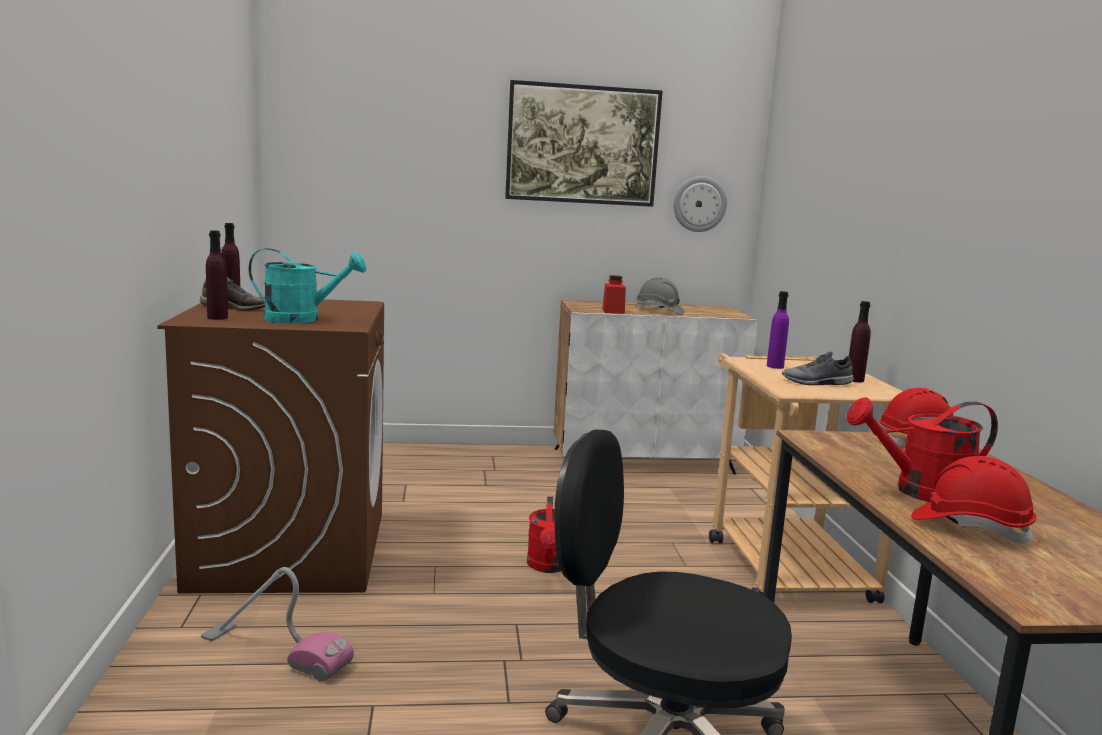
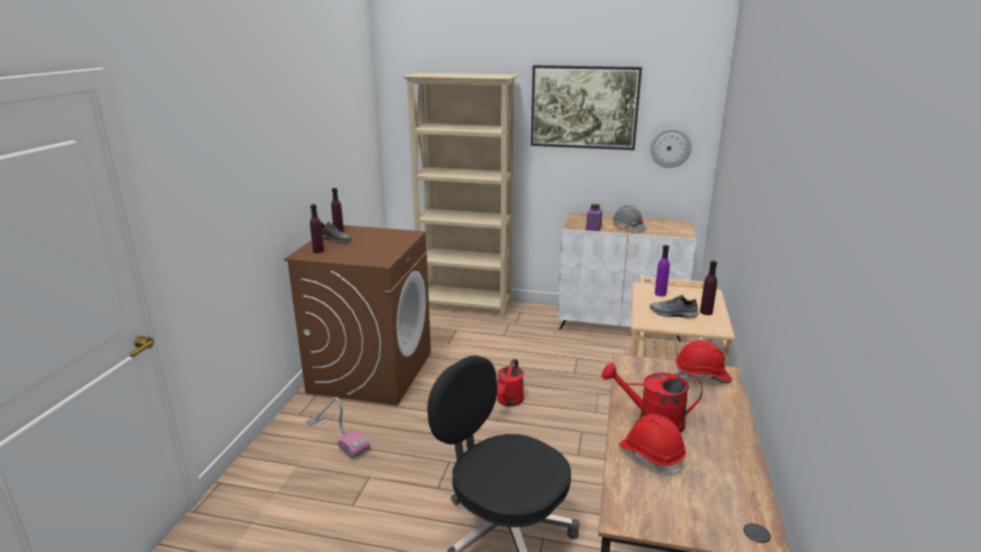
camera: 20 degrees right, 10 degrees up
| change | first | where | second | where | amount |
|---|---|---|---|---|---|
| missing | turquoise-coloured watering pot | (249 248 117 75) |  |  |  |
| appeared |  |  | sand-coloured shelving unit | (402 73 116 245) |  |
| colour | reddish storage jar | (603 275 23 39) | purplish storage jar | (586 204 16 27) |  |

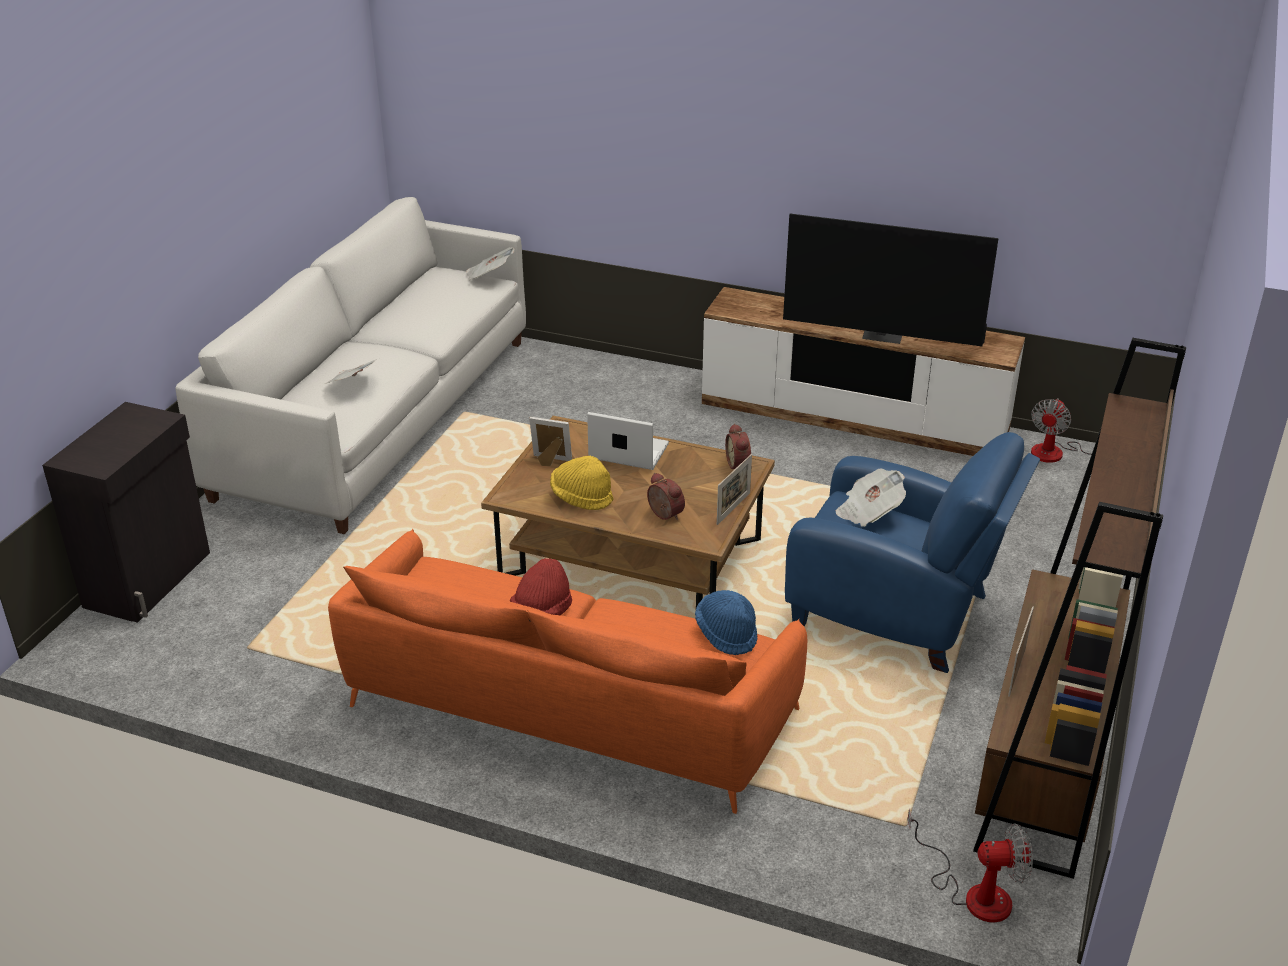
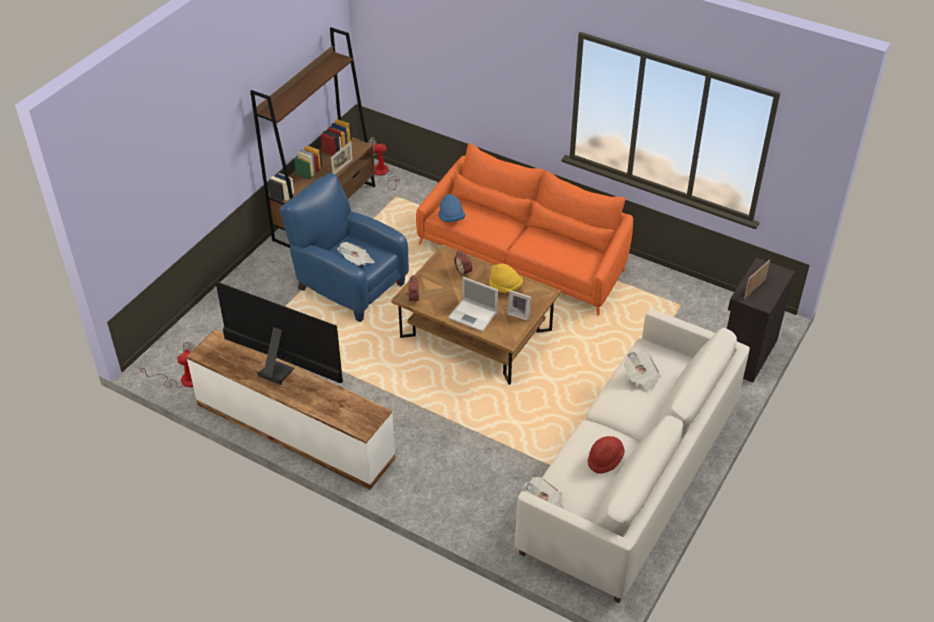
camera: 170 degrees left, 10 degrees up
| change | first | where | second | where | amount |
|---|---|---|---|---|---|
| relocated | reddish clothing hat | (510 558 62 57) |  | (588 436 37 38) |  |
| relocated | picture frame | (717 454 35 71) |  | (744 260 26 38) |  |

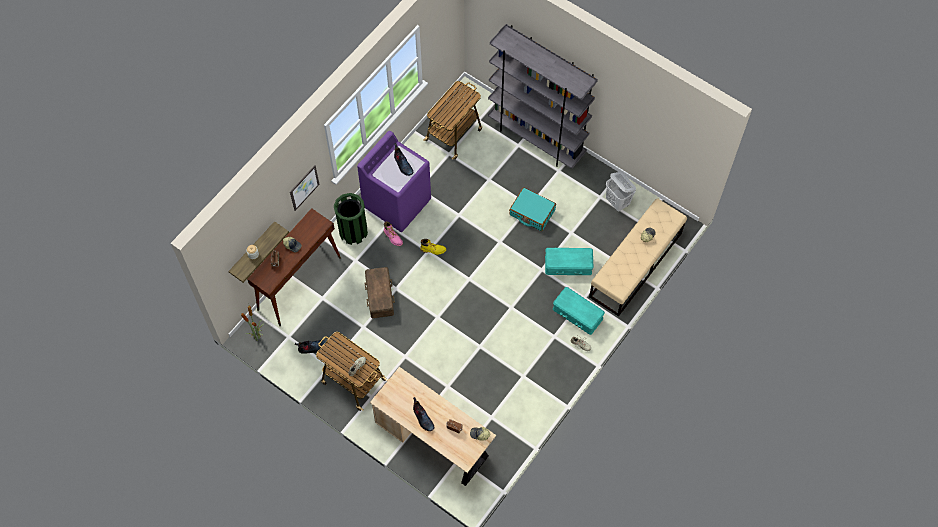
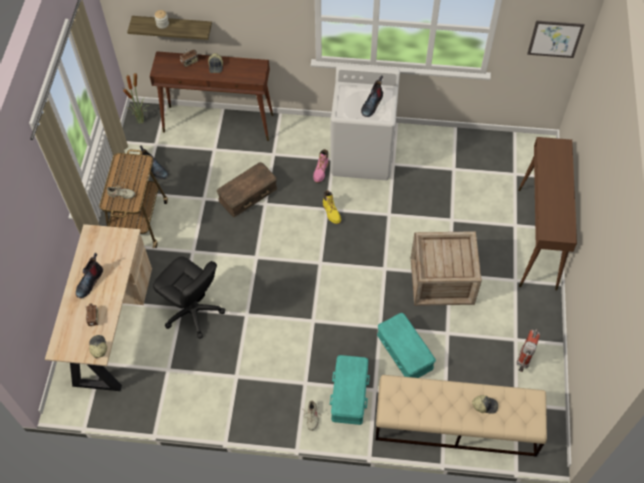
camera: 60 degrees right, 5 degrees down
| change | first | where | second | where | amount |
|---|---|---|---|---|---|
| missing | green waste bin | (334 193 34 52) |  |  |  |
| missing | wheeled cart | (423 81 59 79) |  |  |  |
| appeared |  |  | black-coloured computer chair | (153 256 72 83) |  |
| relocated | wall picture | (290 165 30 46) |  | (527 21 58 37) |  |
| exchanged | gray shelving unit | (488 24 110 145) | brownish narrow table | (518 137 59 154) |  |
| exchanged | turquoise-coloured piece of luggage | (509 187 47 44) | packing crate | (411 231 71 75) |  |
| exchanged | whitish washing basket | (606 172 30 40) | fire extinguisher | (517 329 23 43) |  |
| colour | purplish washing machine | (357 131 74 101) | whitish washing machine | (330 64 70 116) |  |

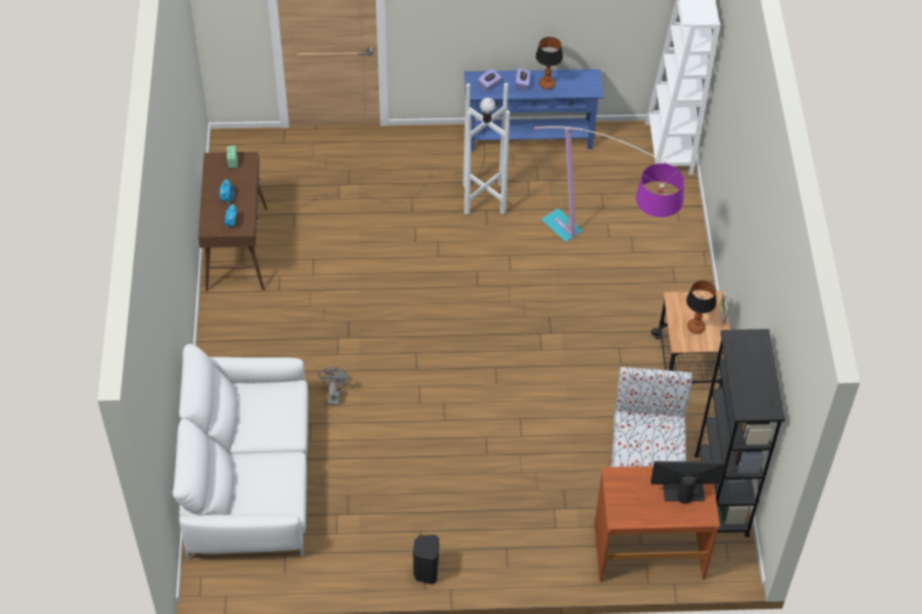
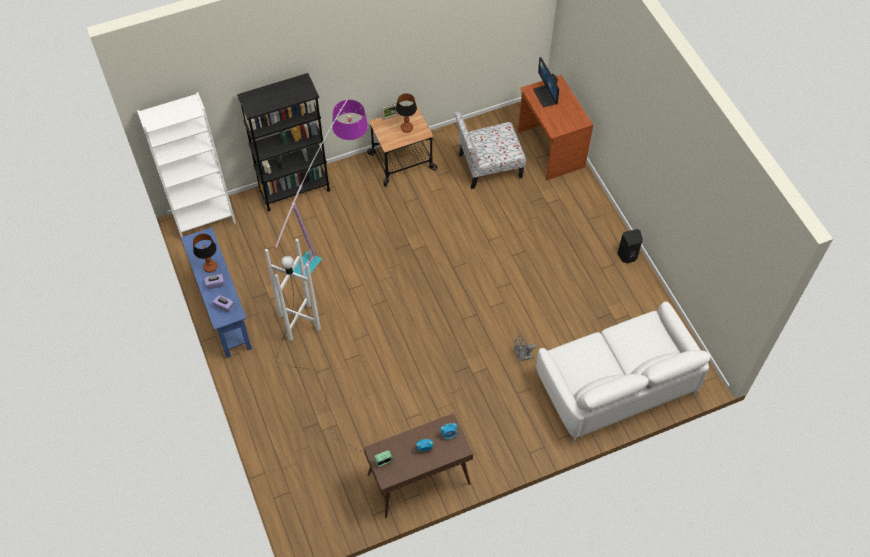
camera: 110 degrees left, 5 degrees up
| change | first | where | second | where | amount |
|---|---|---|---|---|---|
| relocated | black-coloured shelving unit | (694 329 91 208) |  | (237 73 93 138) |  |

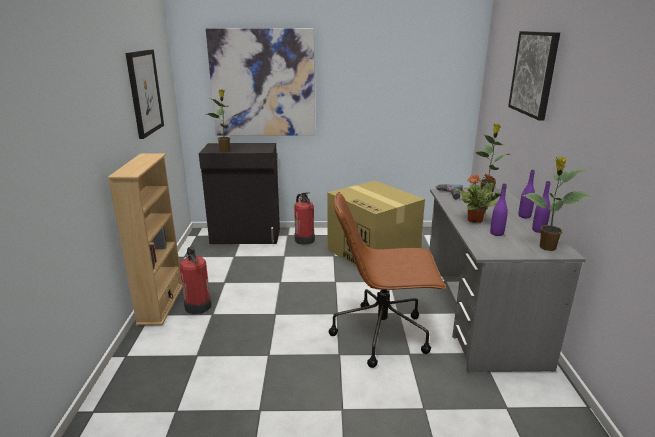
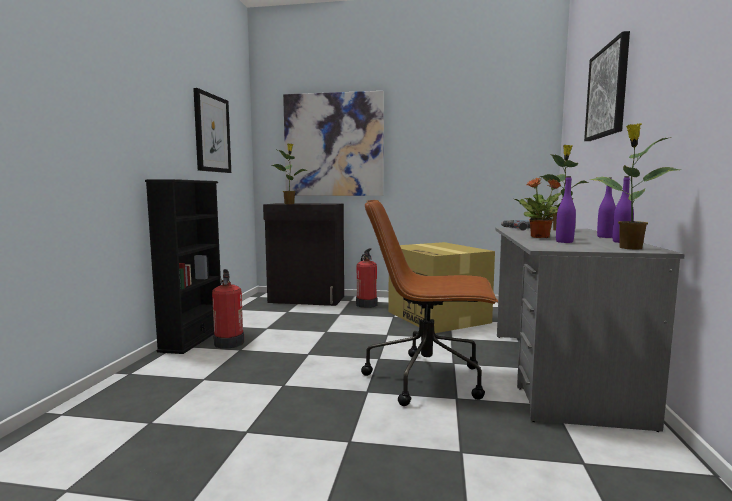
camera: 10 degrees right, 15 degrees down
| change | first | where | second | where | amount |
|---|---|---|---|---|---|
| colour | sand-coloured shelving unit | (107 153 75 173) | black-coloured shelving unit | (145 179 76 175) |  |

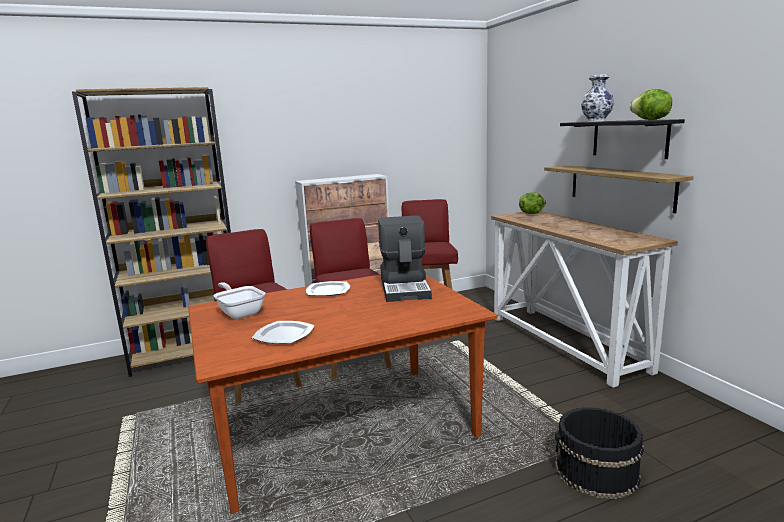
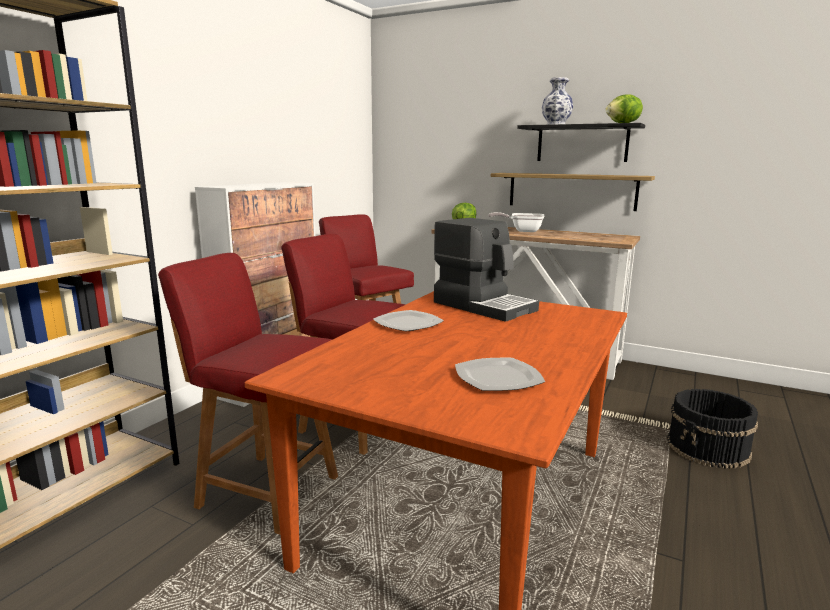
camera: 40 degrees left, 0 degrees up
| change | first | where | second | where | amount |
|---|---|---|---|---|---|
| relocated | skillet | (213 282 52 37) |  | (488 212 57 20) |  |

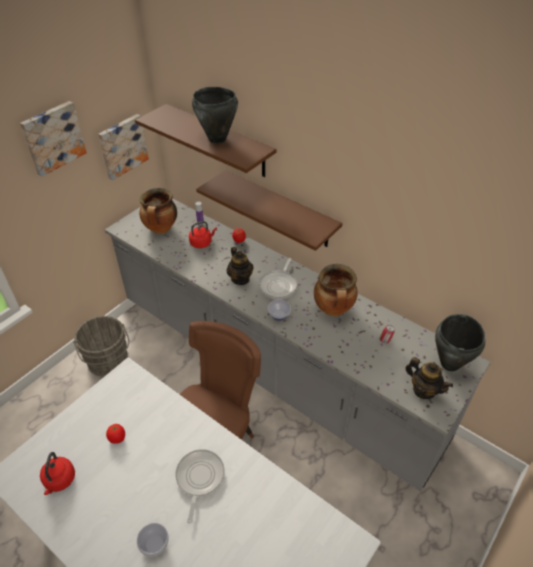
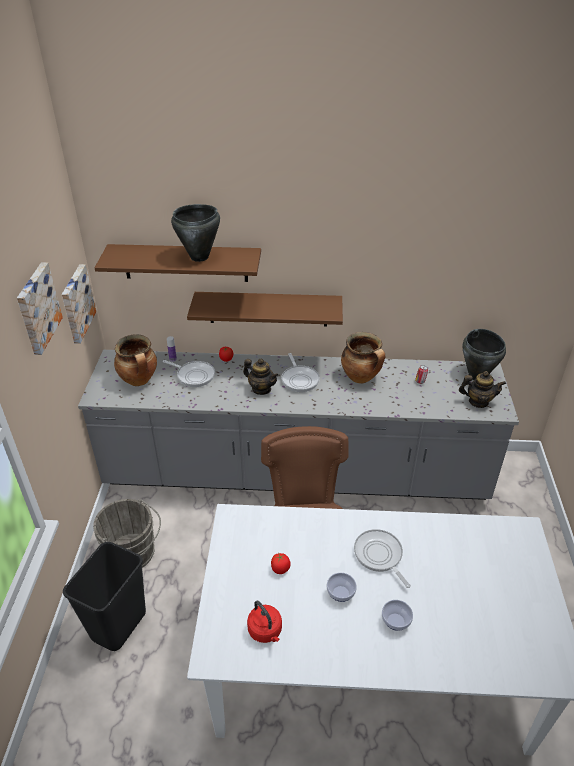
camera: 35 degrees left, 5 degrees down
| change | first | where | second | where | amount |
|---|---|---|---|---|---|
| appeared |  |  | black-coloured waste bin | (63 542 83 109) |  |
| relocated | serving bowl | (268 299 23 22) |  | (327 573 30 29) |  |
| exchanged | reddish water kettle | (189 221 28 27) | skillet | (163 360 52 27) |  |

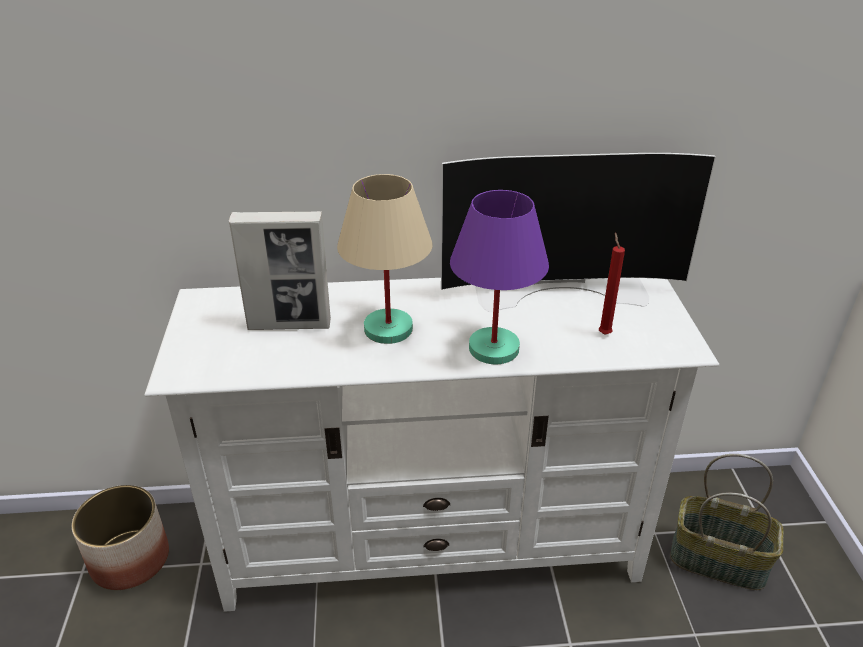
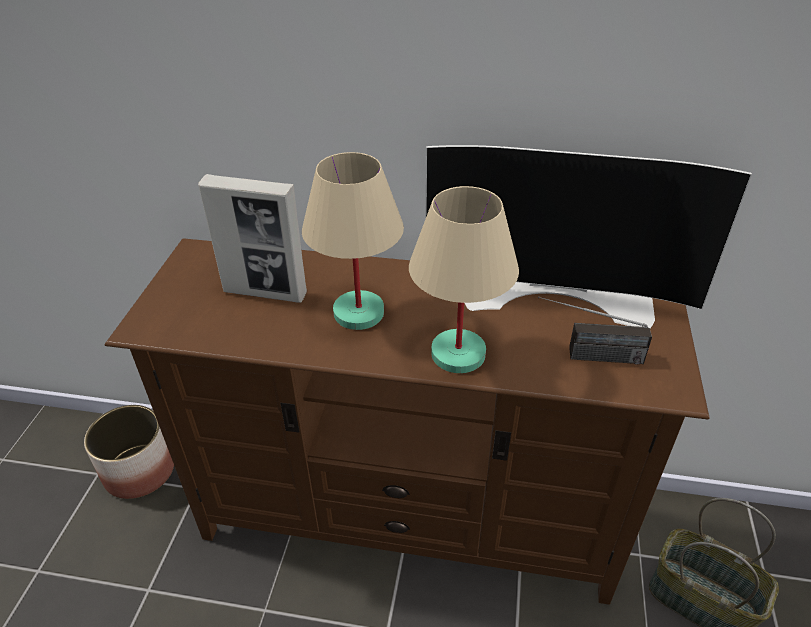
camera: 15 degrees right, 5 degrees up
| change | first | where | second | where | amount |
|---|---|---|---|---|---|
| exchanged | reddish candle | (599 233 26 102) | radio | (538 296 114 69) |  |
| colour | whitish tv unit | (144 278 575 334) | brownish tv unit | (105 238 605 367) |  |
| colour | purplish tabletop lamp | (450 190 99 174) | sand-coloured tabletop lamp | (409 186 110 187) |  |

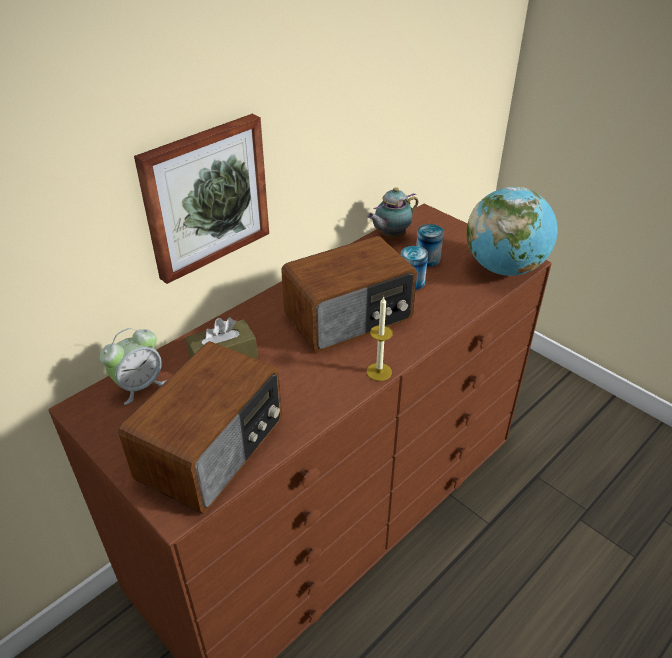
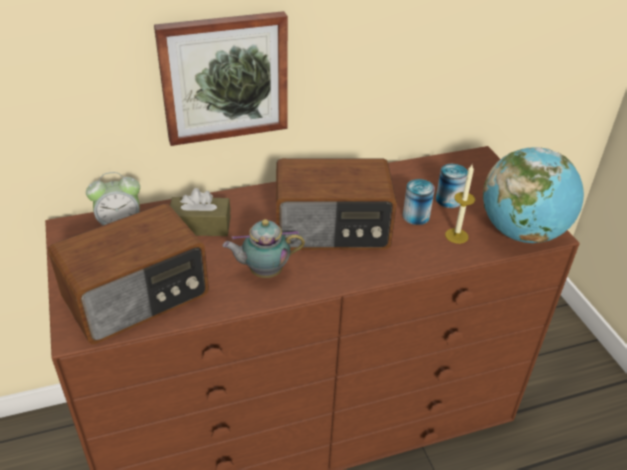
camera: 25 degrees right, 0 degrees up
| change | first | where | second | where | amount |
|---|---|---|---|---|---|
| relocated | teapot | (367 187 51 50) |  | (223 219 82 59) |  |
| relocated | candle | (367 296 26 85) |  | (445 165 30 79) |  |

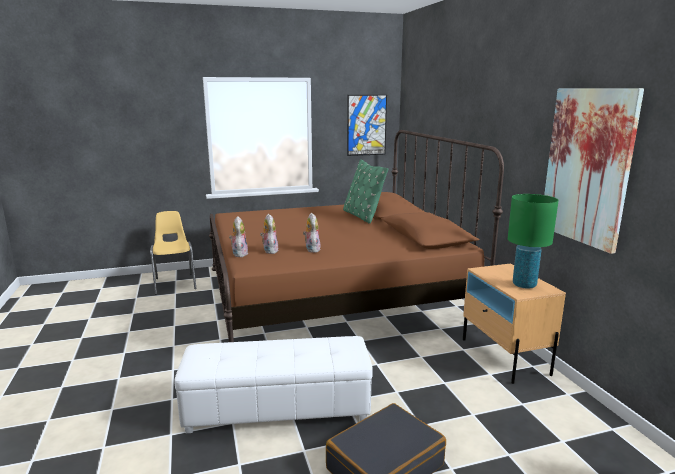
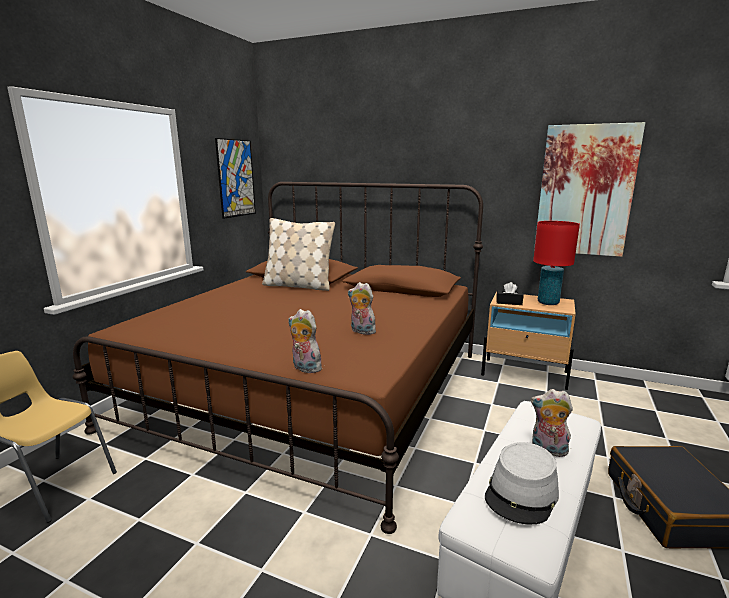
camera: 50 degrees left, 0 degrees up
| change | first | where | second | where | amount |
|---|---|---|---|---|---|
| appeared |  |  | gray clothing hat | (485 442 74 82) |  |
| appeared |  |  | black-coloured tissue holder | (496 282 28 23) |  |
| relocated | plush toy | (260 213 18 41) |  | (531 389 42 68) |  |
| colour | green throw pillow | (343 159 45 65) | sand-coloured throw pillow | (262 218 73 73) |  |
| colour | green tabletop lamp | (508 194 51 95) | reddish tabletop lamp | (533 221 47 84) |  |

